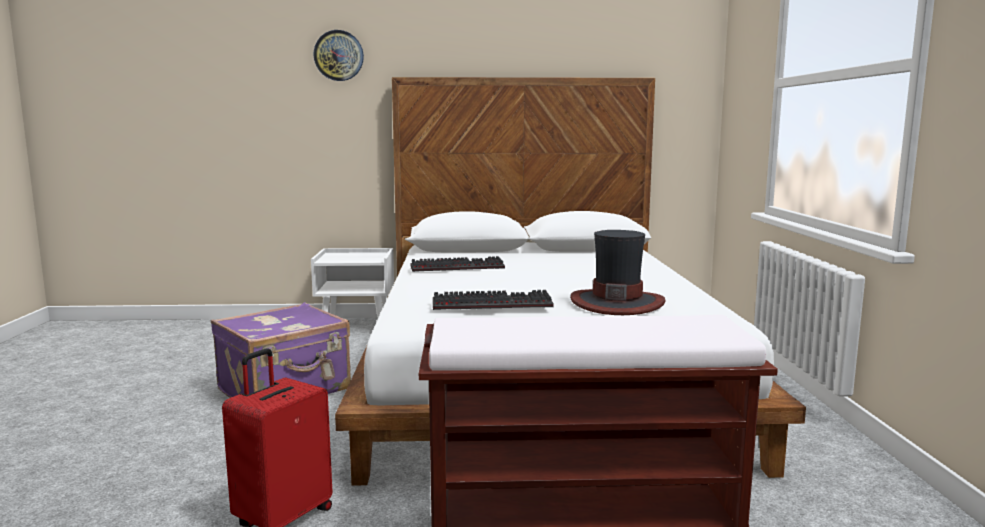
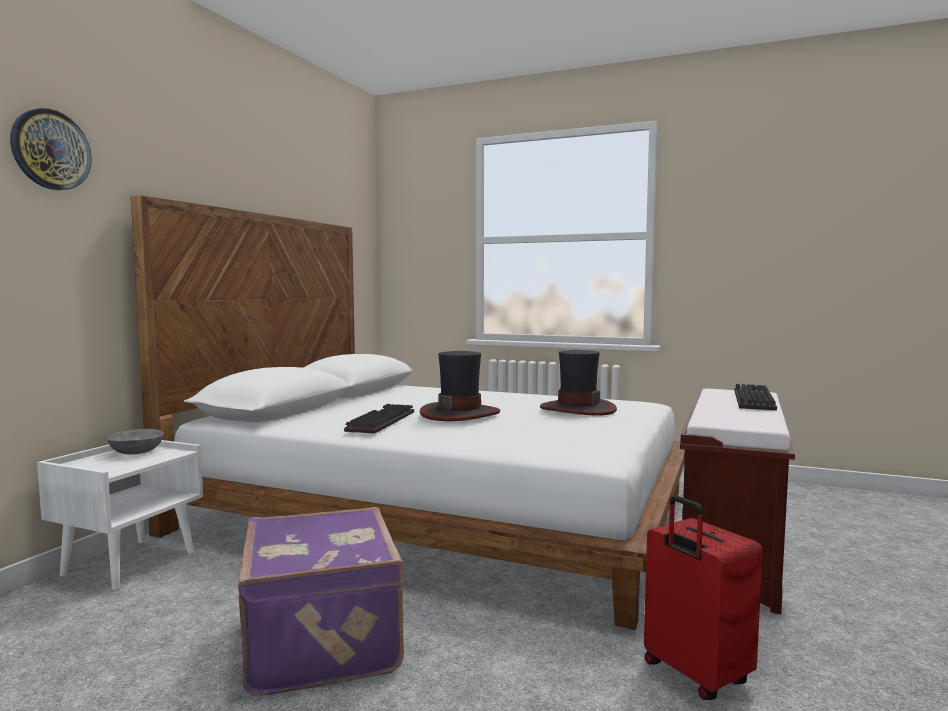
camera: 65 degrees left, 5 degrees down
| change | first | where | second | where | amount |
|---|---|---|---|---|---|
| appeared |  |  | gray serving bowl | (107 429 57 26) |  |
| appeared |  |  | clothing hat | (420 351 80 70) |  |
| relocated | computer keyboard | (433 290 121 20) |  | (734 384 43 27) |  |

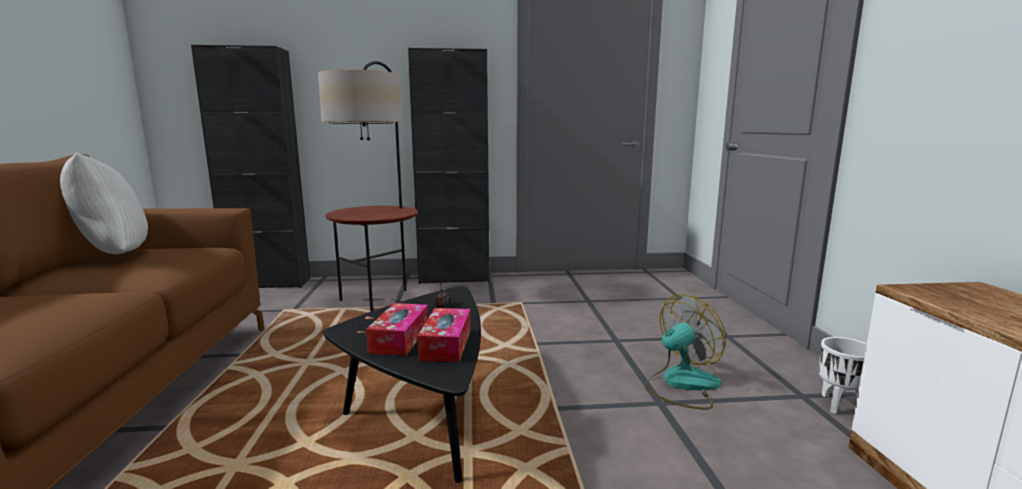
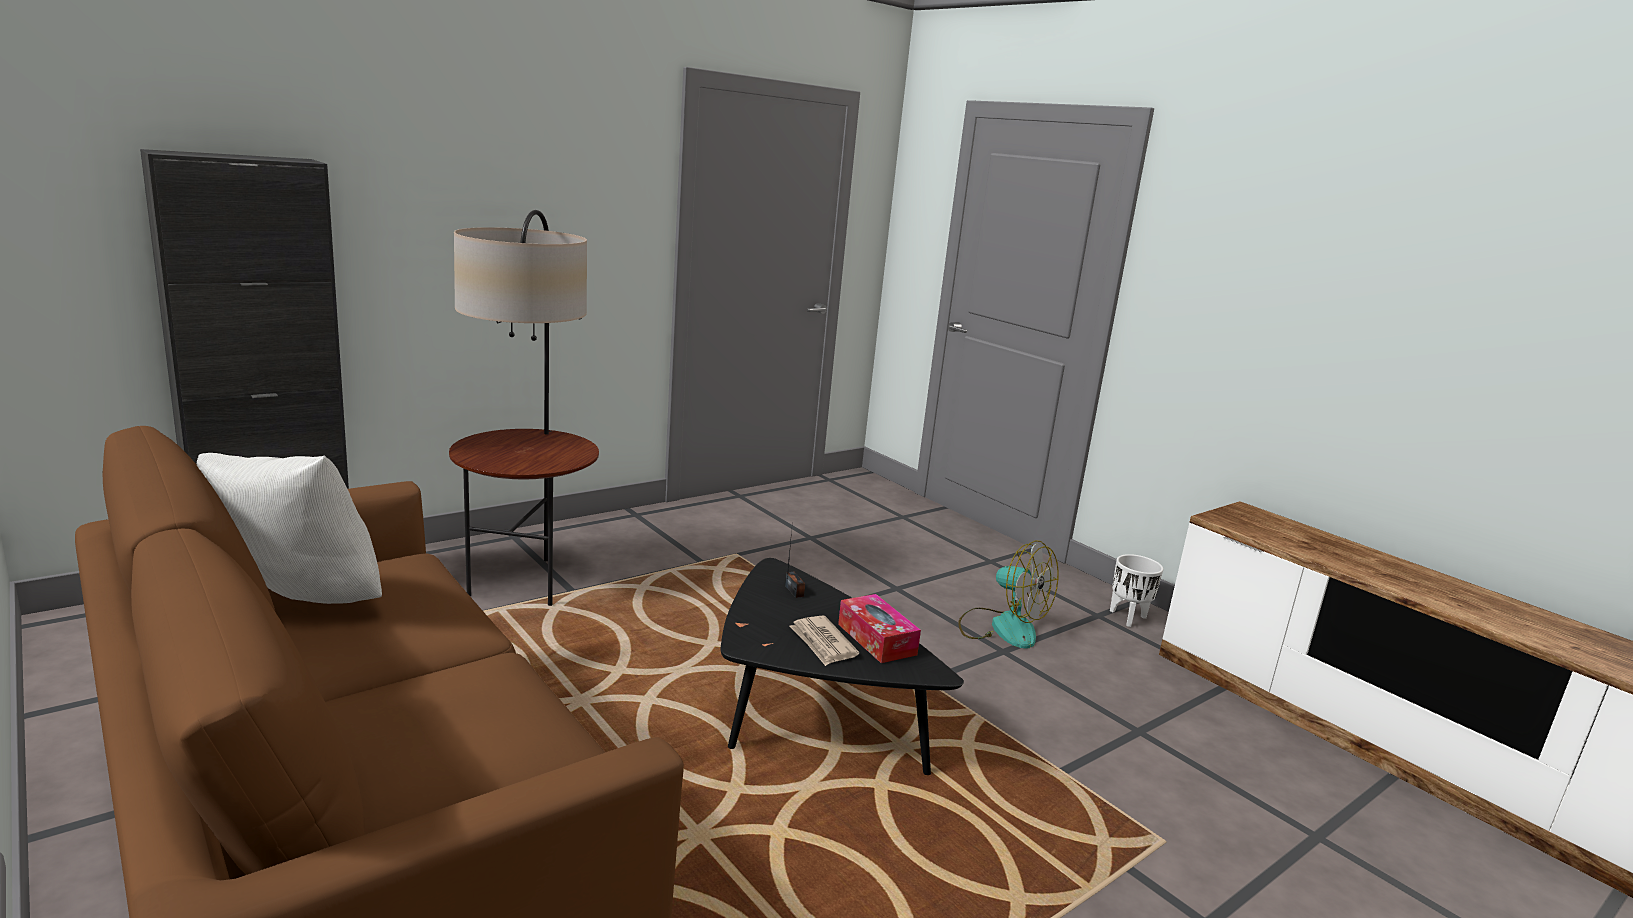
camera: 35 degrees left, 5 degrees up
| change | first | where | second | where | amount |
|---|---|---|---|---|---|
| missing | black-coloured storage cabinet | (408 48 82 236) |  |  |  |
| exchanged | tissue holder | (366 303 62 53) | printed paper | (790 615 69 51) |  |
| spun | fan | (645 294 81 116) |  | (958 540 100 109) | 105 degrees clockwise |

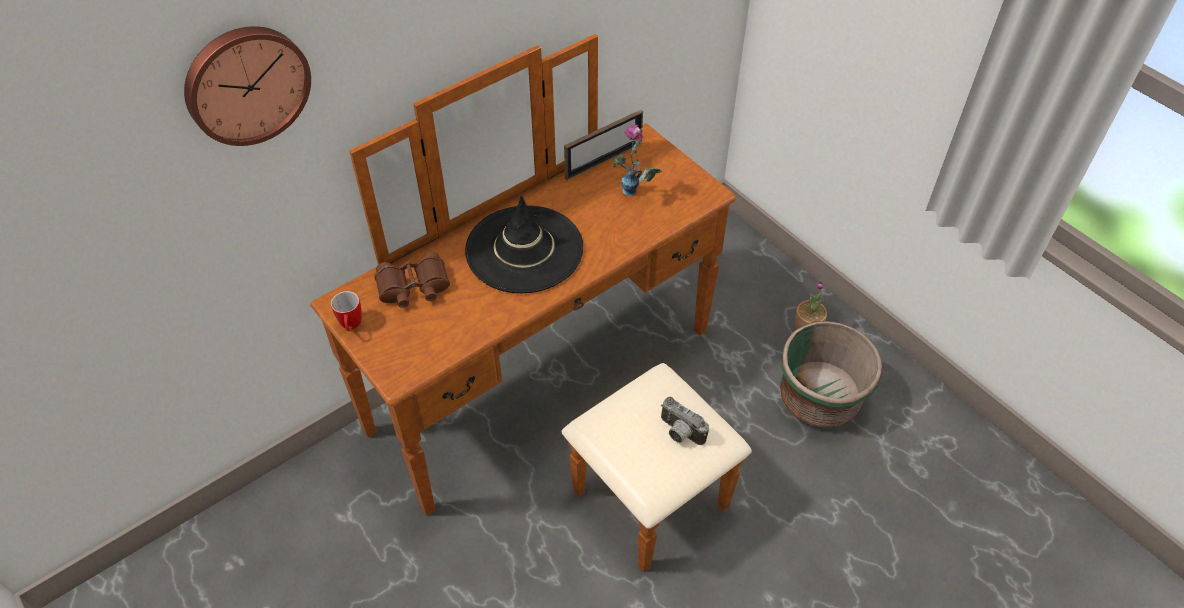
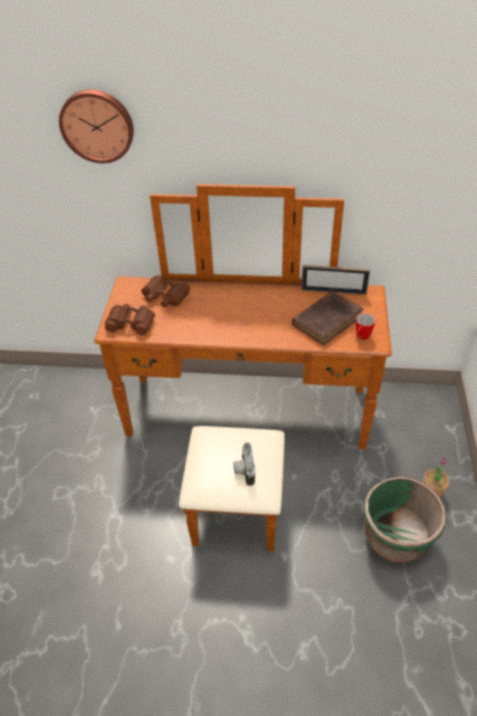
camera: 45 degrees right, 5 degrees down
| change | first | where | second | where | amount |
|---|---|---|---|---|---|
| missing | black-coloured clothing hat | (465 195 118 98) |  |  |  |
| appeared |  |  | brownish binoculars | (105 304 50 32) |  |
| relocated | tea mug | (331 291 31 40) |  | (356 313 19 27) |  |
| exchanged | decorative vase | (613 125 49 71) | brownish bound book | (292 291 72 55) |  |

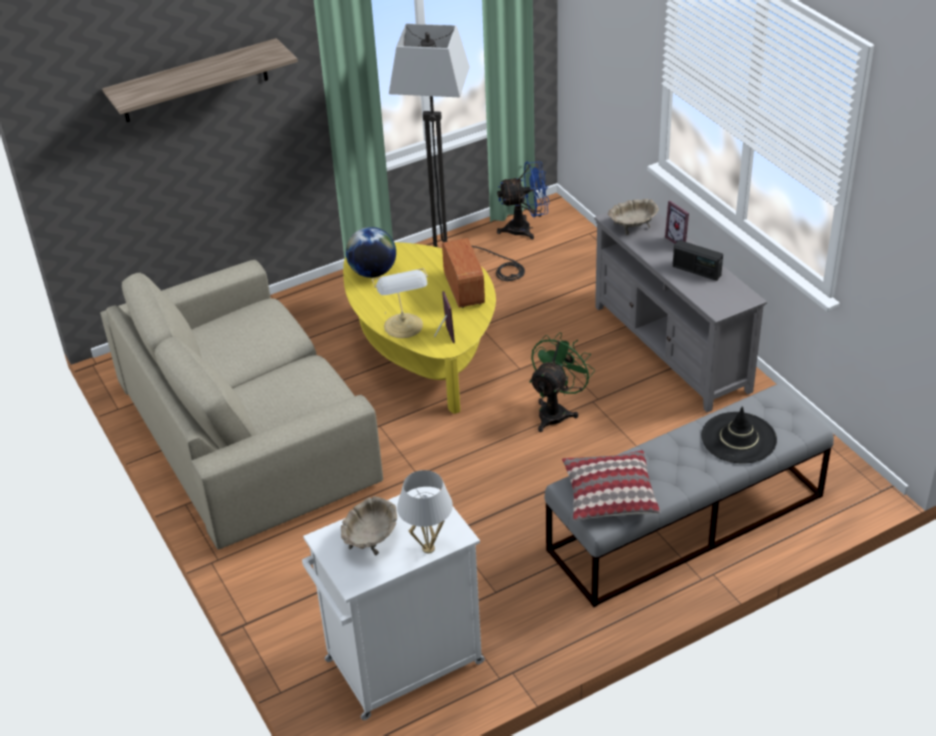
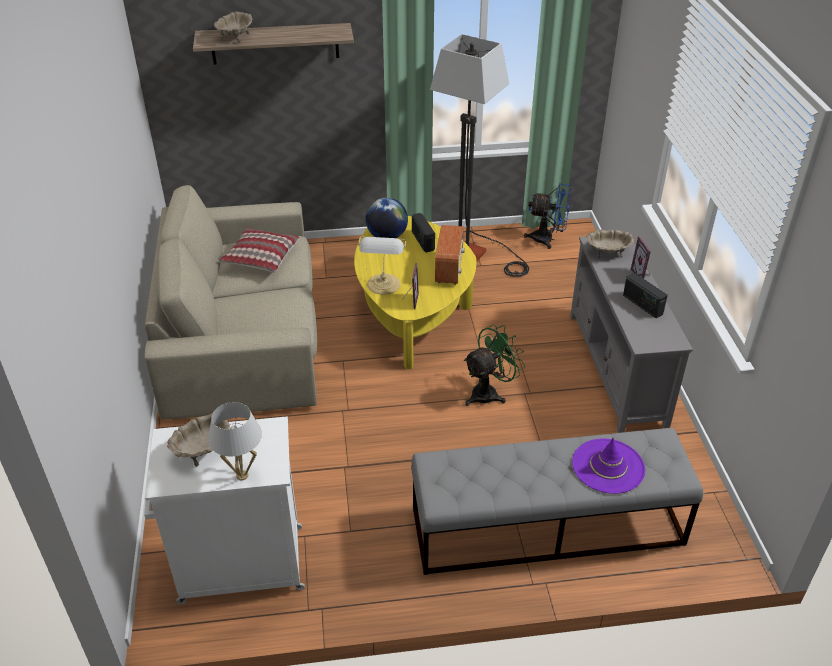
camera: 20 degrees right, 0 degrees up
| change | first | where | second | where | amount |
|---|---|---|---|---|---|
| appeared |  |  | sand-coloured serving bowl | (214 11 39 32) |  |
| appeared |  |  | radio | (412 213 23 39) |  |
| relocated | throw pillow | (562 450 98 71) |  | (219 227 80 46) |  |
| colour | black-coloured clothing hat | (702 406 75 57) | purplish clothing hat | (572 438 73 56) |  |

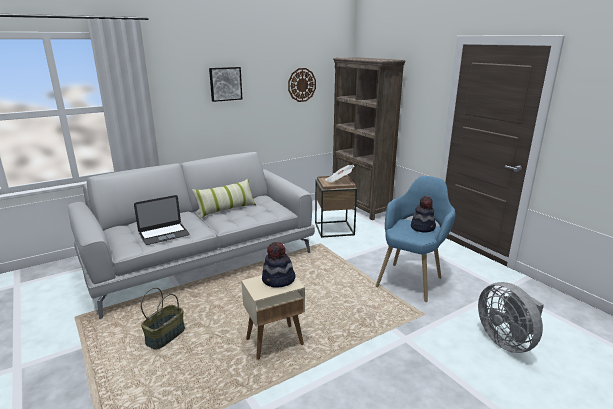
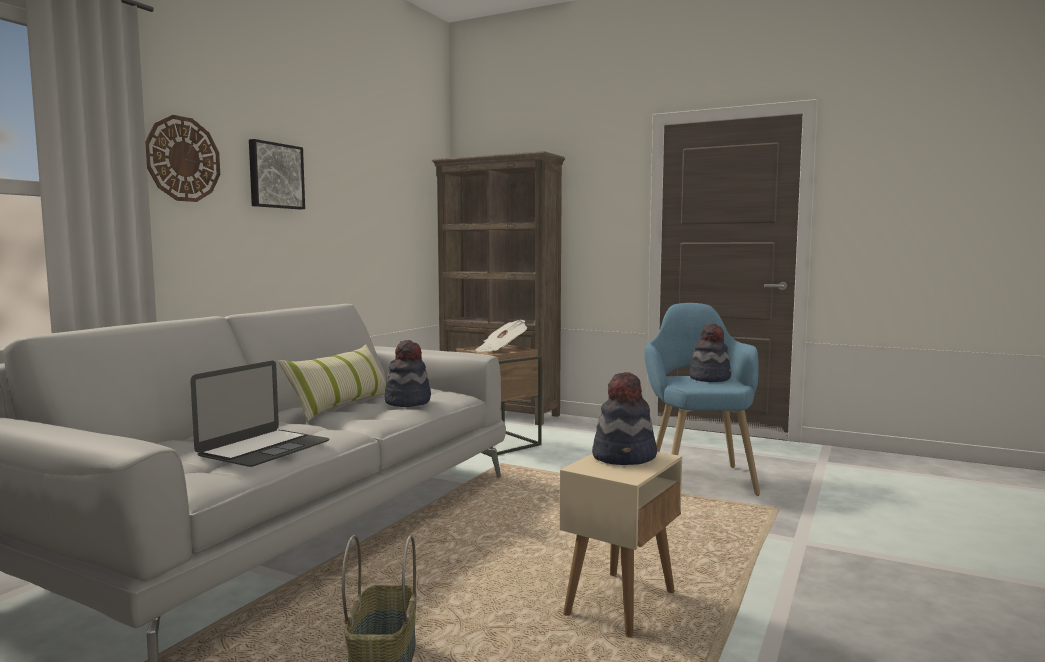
camera: 30 degrees left, 15 degrees down
| change | first | where | second | where | amount |
|---|---|---|---|---|---|
| missing | gray fan | (478 282 66 71) |  |  |  |
| appeared |  |  | clothing hat | (384 340 47 67) |  |
| relocated | hanging clock | (288 68 28 34) |  | (145 115 75 87) |  |

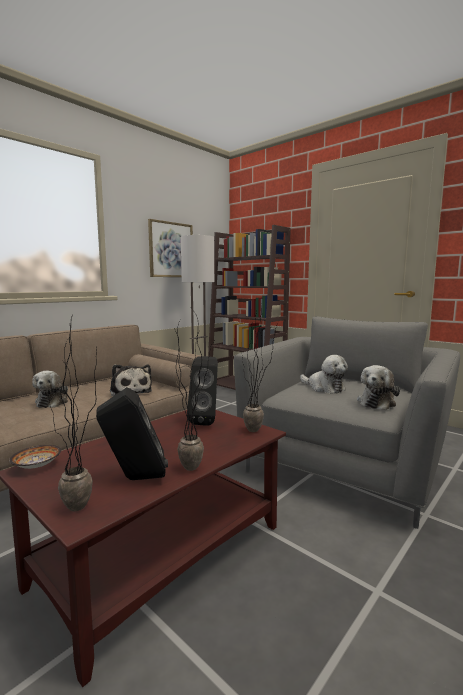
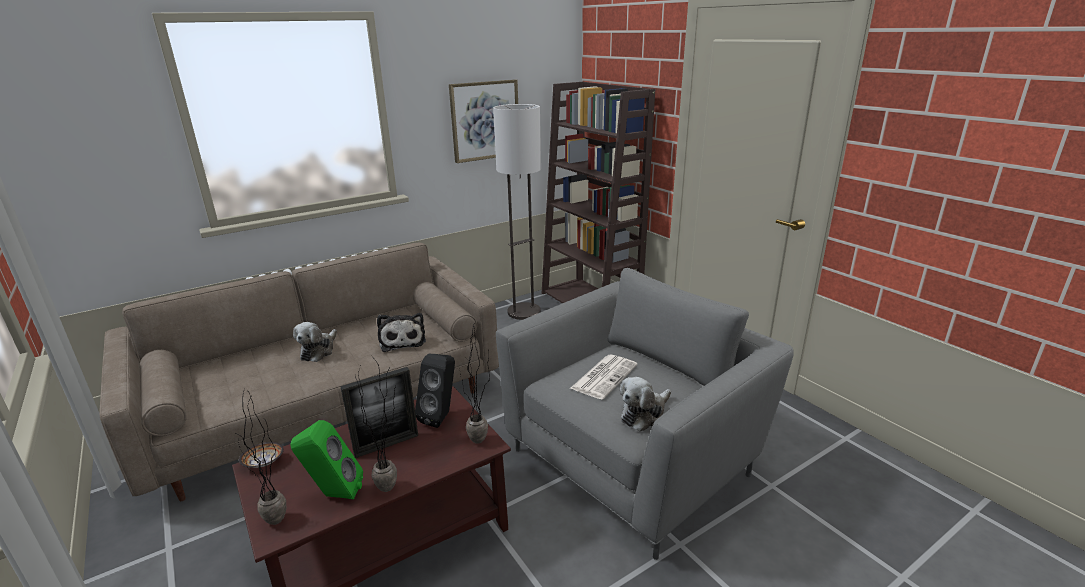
camera: 15 degrees right, 15 degrees up
| change | first | where | second | where | amount |
|---|---|---|---|---|---|
| appeared |  |  | picture frame | (340 367 78 91) |  |
| exchanged | plush toy | (300 355 48 39) | printed paper | (570 354 68 45) |  |
| colour | black-coloured speaker | (96 387 72 93) | green speaker | (290 420 73 80) |  |

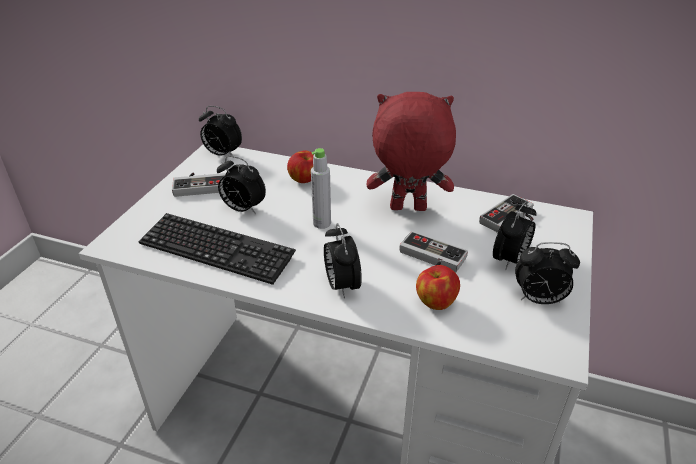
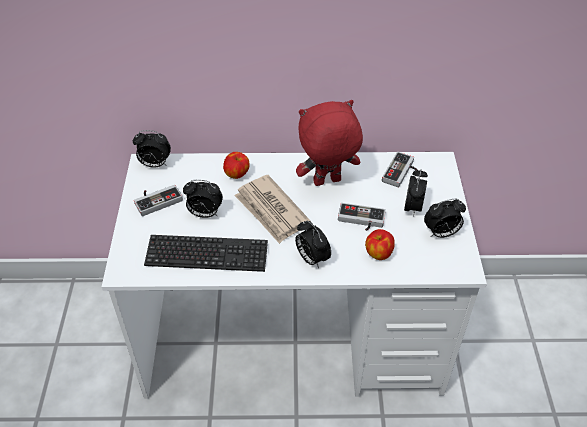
camera: 20 degrees left, 10 degrees up
| change | first | where | second | where | amount |
|---|---|---|---|---|---|
| exchanged | gray drink bottle | (311 148 20 81) | printed paper | (234 175 77 69) |  |

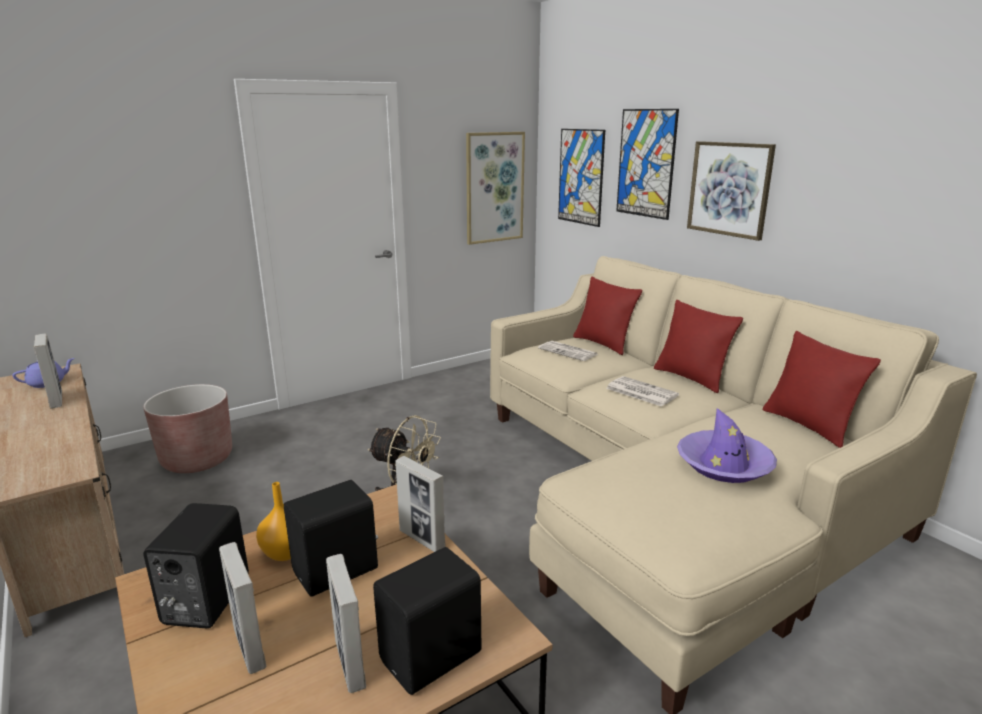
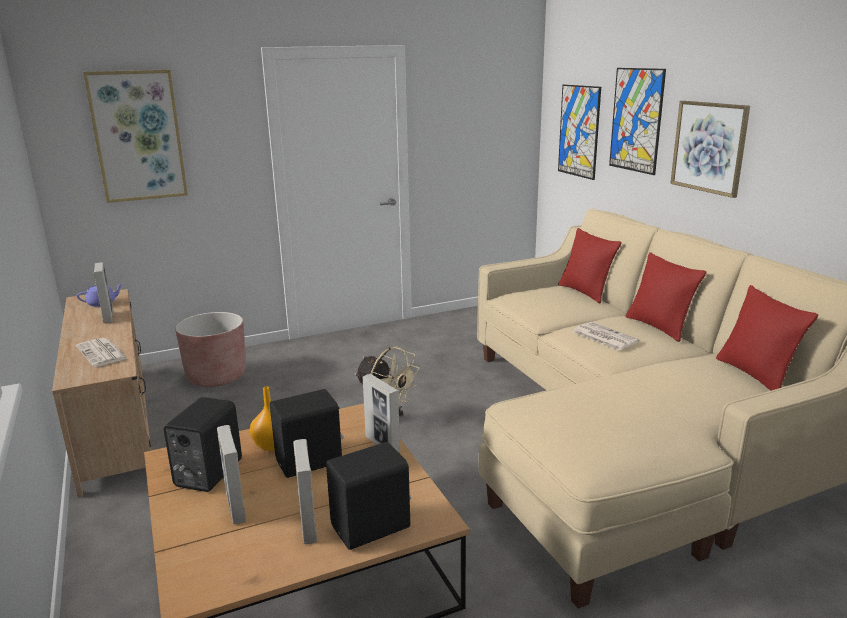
camera: 10 degrees right, 0 degrees up
| change | first | where | second | where | amount |
|---|---|---|---|---|---|
| missing | purplish clothing hat | (677 408 100 75) |  |  |  |
| relocated | wall picture | (466 132 59 113) |  | (83 70 105 133) |  |
| relocated | printed paper | (538 341 60 20) |  | (76 338 52 29) |  |

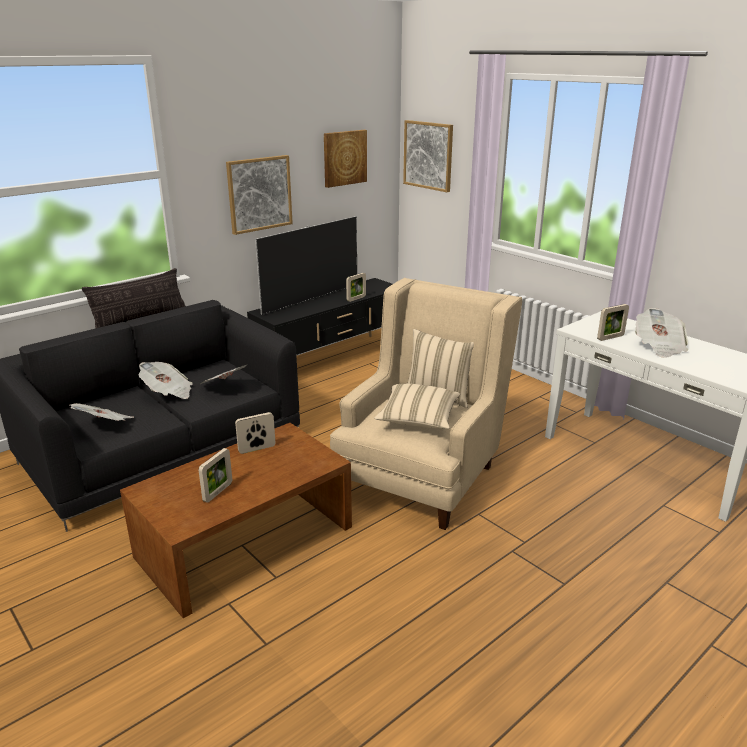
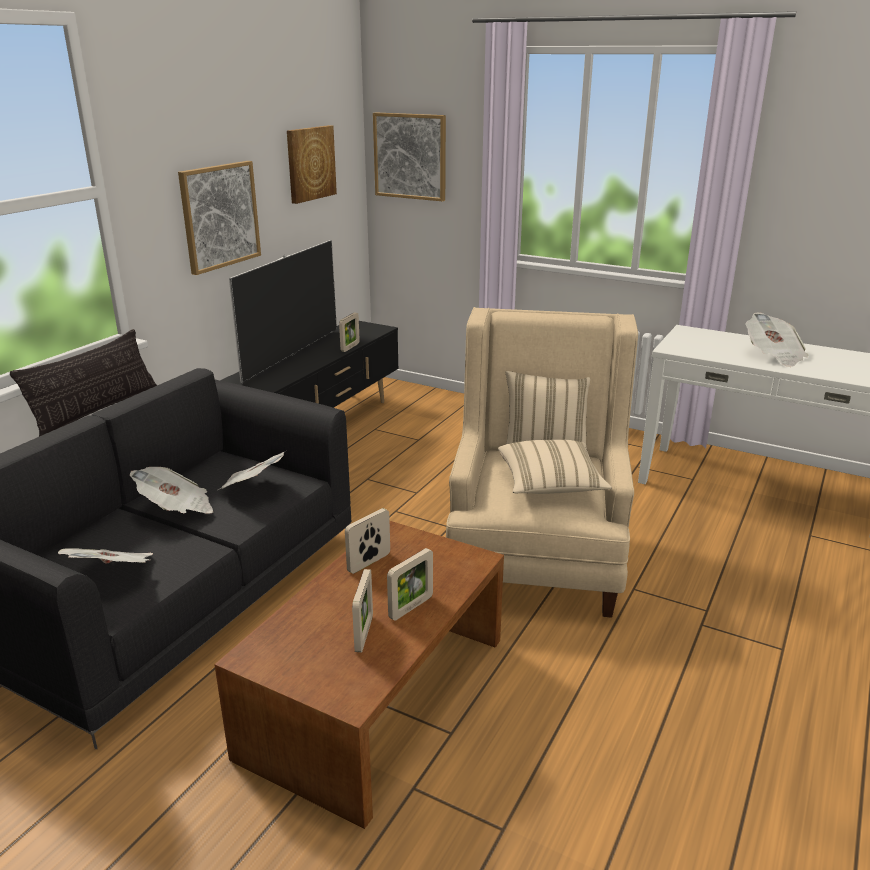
camera: 20 degrees left, 0 degrees up
| change | first | where | second | where | amount |
|---|---|---|---|---|---|
| relocated | picture frame | (597 304 32 37) |  | (387 548 46 73) |  |

